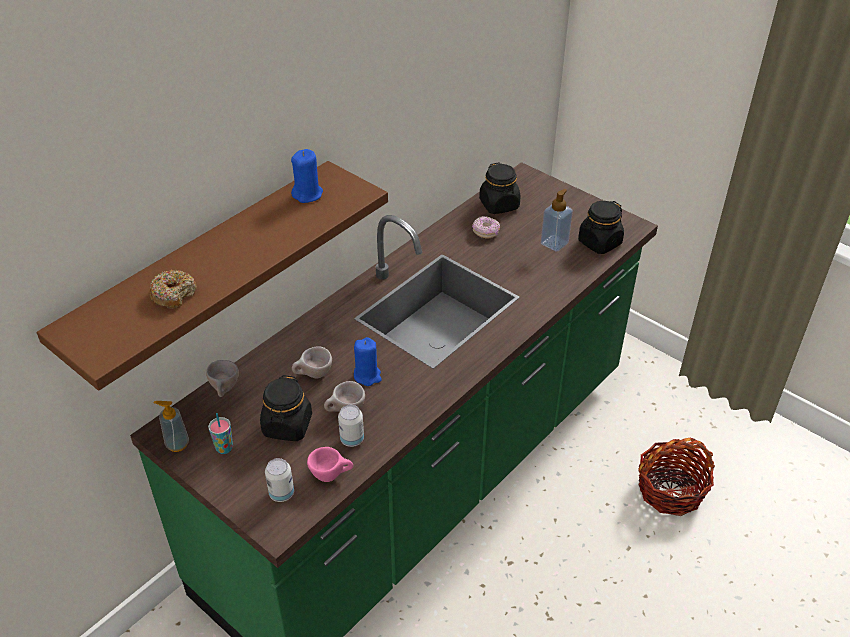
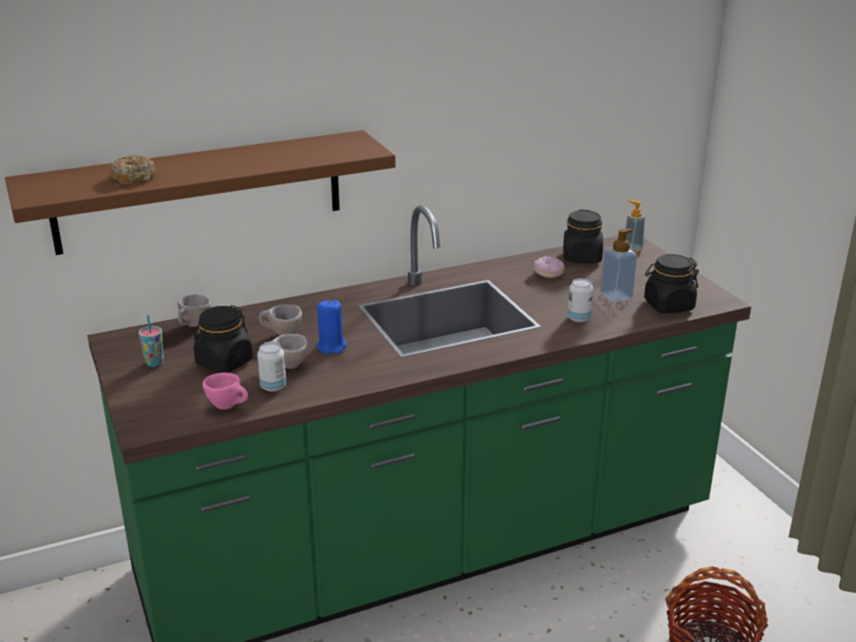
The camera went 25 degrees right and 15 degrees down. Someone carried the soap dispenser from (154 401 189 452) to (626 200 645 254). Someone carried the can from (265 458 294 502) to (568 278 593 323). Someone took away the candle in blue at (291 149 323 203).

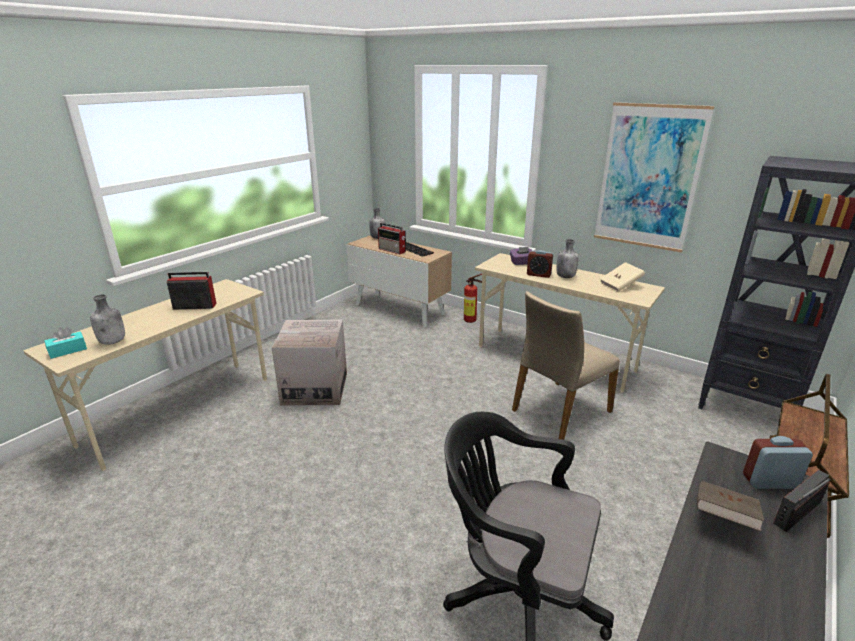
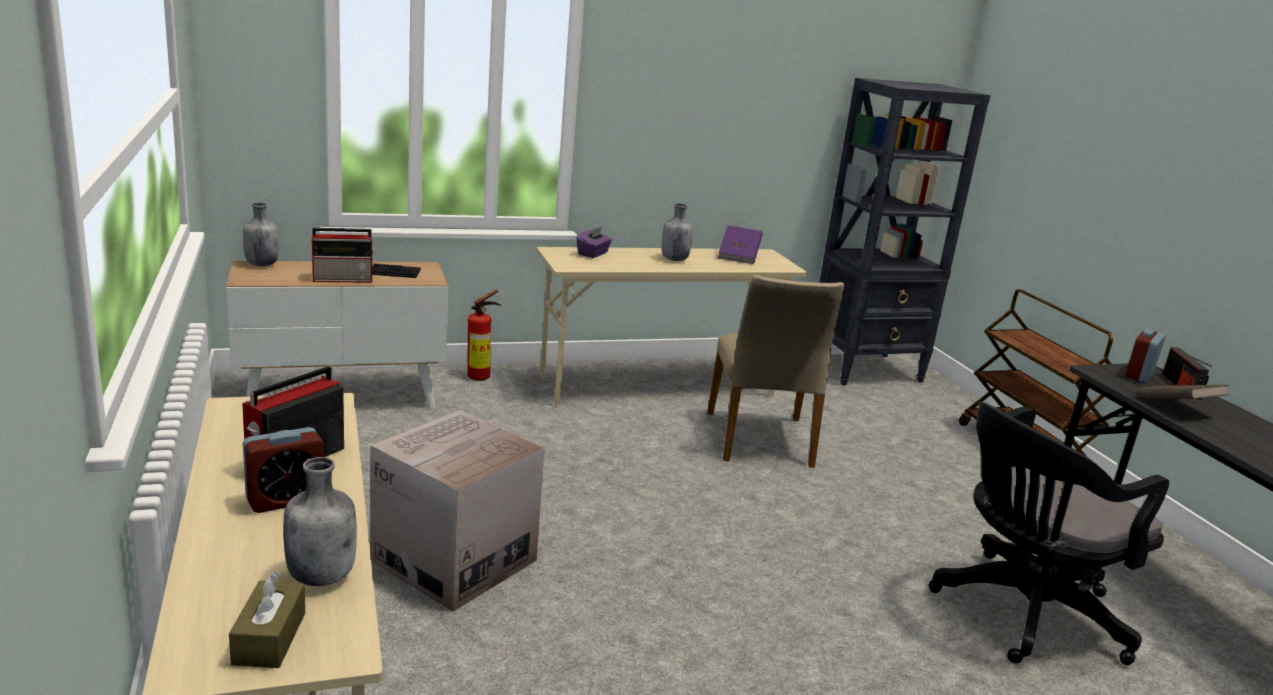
The camera went 55 degrees left and 5 degrees down. Someone repainted the tissue box in turquoise at (44 327 87 359), which became the tissue box in brown at (229 572 305 668). Someone carried the alarm clock from (527 250 554 278) to (243 427 324 513). Someone took away the picture at (594 102 715 252). Someone repainted the book in beige at (600 262 645 292), which became the book in purple at (718 226 763 264).

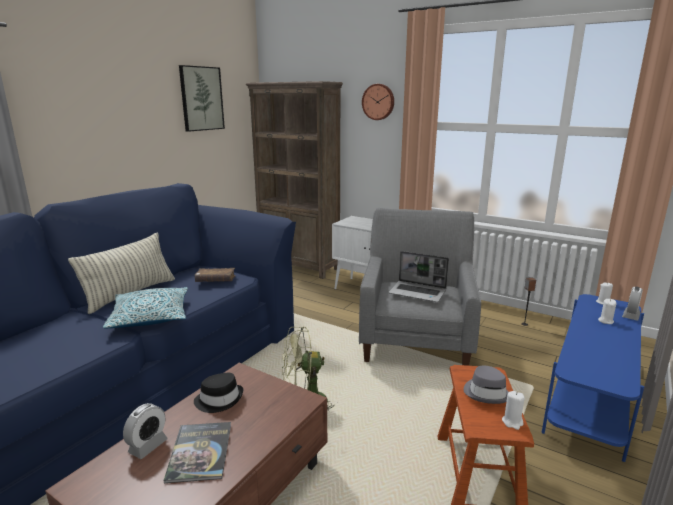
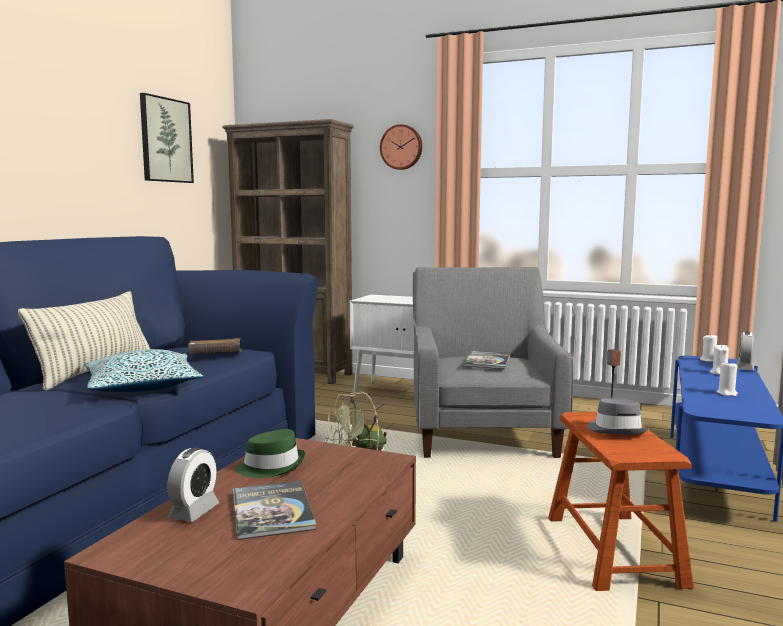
The camera went 10 degrees left and 10 degrees down. Someone repainted the hat in black at (194 373 243 413), which became the hat in green at (235 429 305 478). Someone swapped the laptop at (389 251 449 302) for the book at (463 351 510 369). Someone carried the candle in white from (502 391 525 430) to (717 361 738 396).

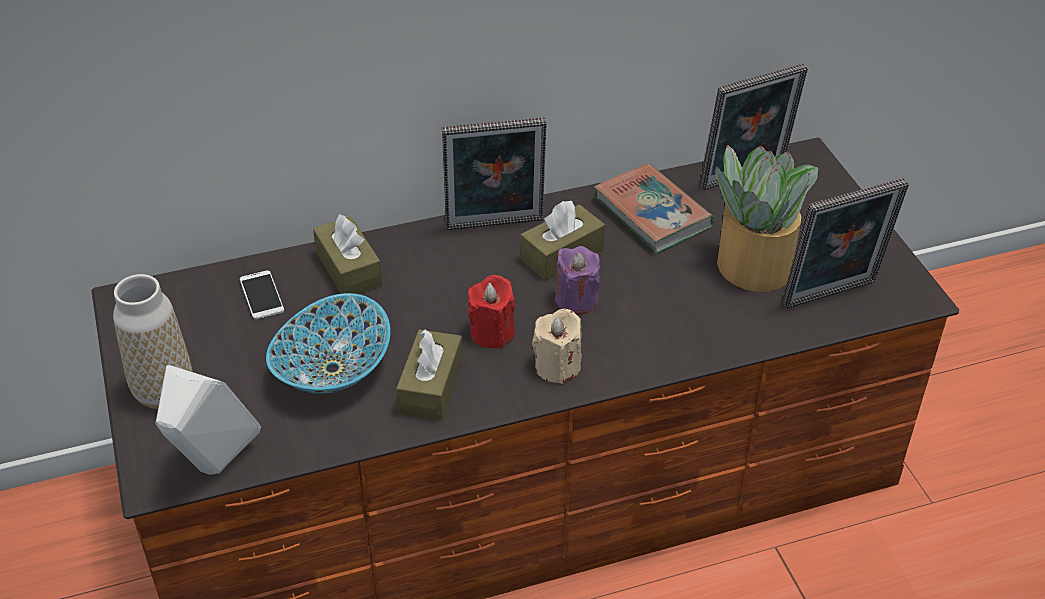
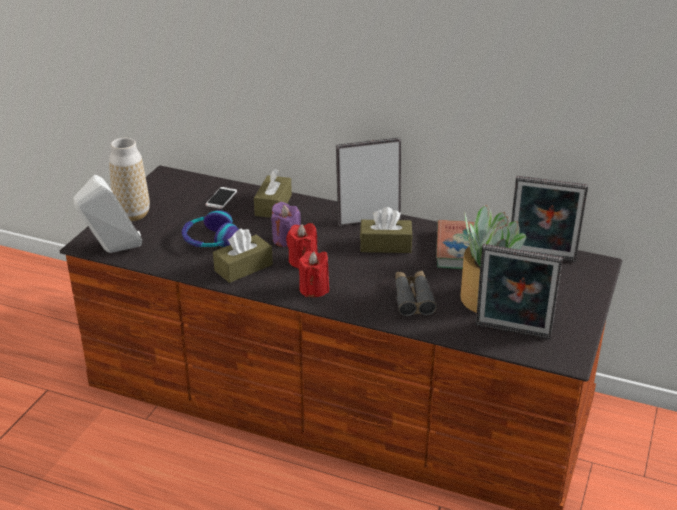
The camera went 40 degrees right and 10 degrees down. Someone swapped the bowl at (266 293 391 394) for the headphones at (182 210 239 247). Someone rotated the picture frame at (442 117 546 230) by 135 degrees clockwise. Someone repainted the candle in beige at (532 309 582 384), which became the candle in red at (298 251 329 297). Someone carried the candle in purple from (555 246 600 315) to (271 202 301 247). Someone put down the binoculars in grey at (395 271 437 316).

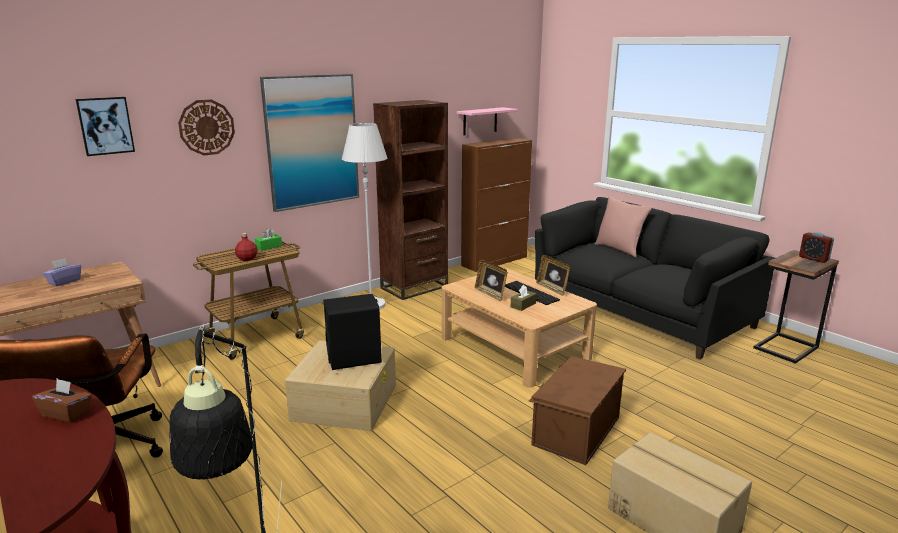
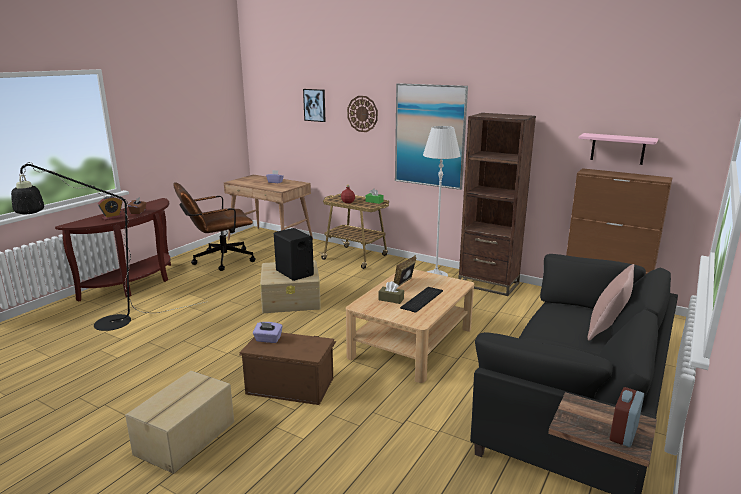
The camera went 70 degrees right and 0 degrees up. Someone took away the picture frame at (536 255 570 296). Someone put down the alarm clock at (98 196 123 220). Someone put down the tissue box in purple at (253 322 283 343).

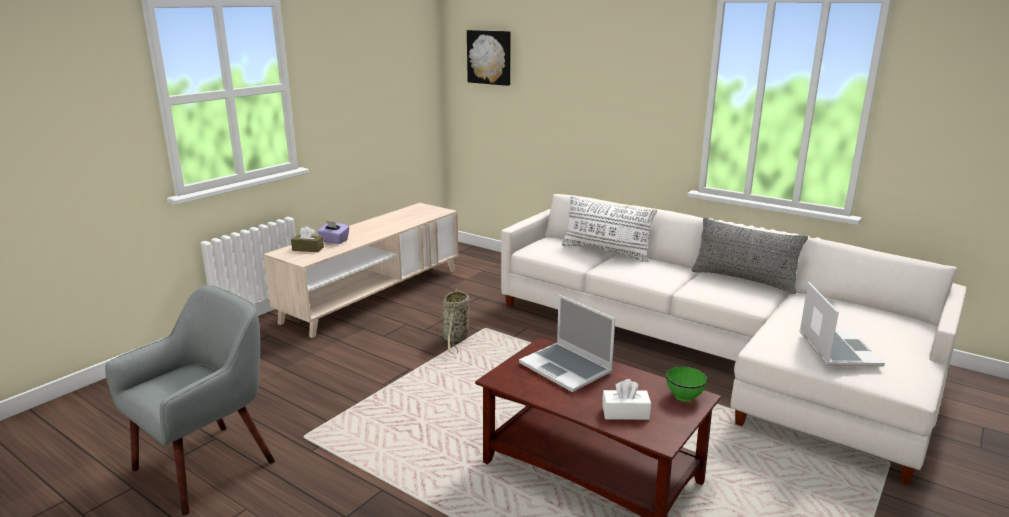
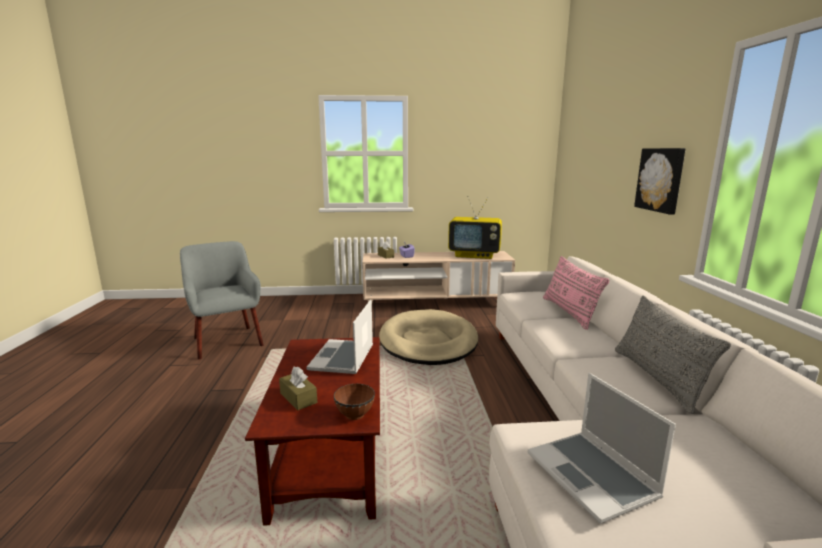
The camera went 50 degrees right and 5 degrees down. Someone rotated the armchair in grey at (105 285 275 516) by 120 degrees counterclockwise. Someone swapped the basket at (441 289 470 354) for the dog bed in beige at (379 309 478 365). Someone carried the picture from (467 30 511 86) to (634 148 686 214). Someone repainted the pillow in white at (561 196 657 262), which became the pillow in pink at (543 256 610 330). Someone repainted the tissue box in white at (602 379 651 420), which became the tissue box in brown at (279 366 317 411). Someone repainted the bowl in green at (666 366 707 402), which became the bowl in brown at (334 384 375 420). Someone rotated the laptop at (799 282 885 367) by 105 degrees clockwise. Someone put down the television at (448 196 502 259).

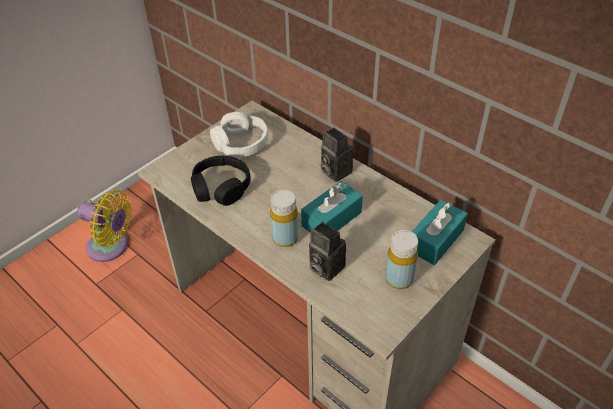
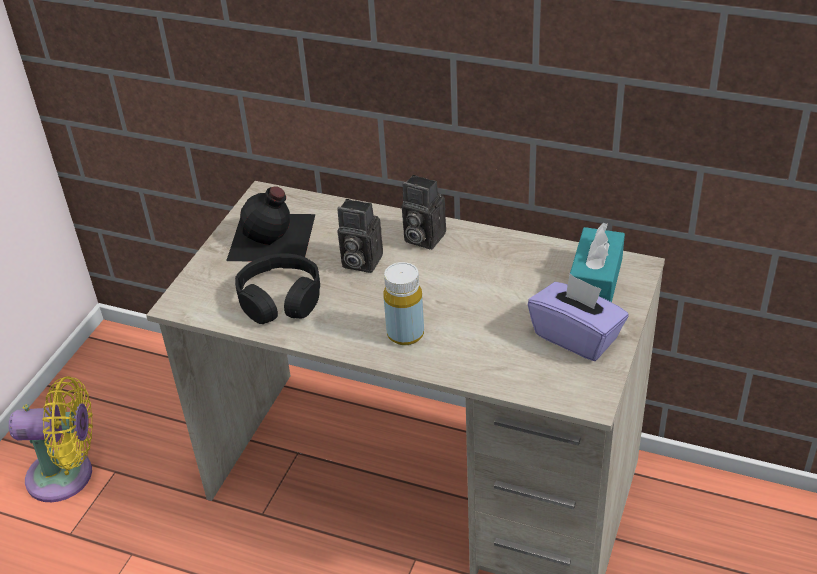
The camera went 20 degrees left and 5 degrees down. Someone swapped the headphones in white at (210 112 268 157) for the bottle in black at (226 186 316 262). Someone took away the tissue box in turquoise at (301 181 363 233). Someone carried the photo camera from (309 222 346 281) to (337 199 383 273). Someone swapped the bottle in yellow at (385 230 418 289) for the tissue box in purple at (528 274 629 361).

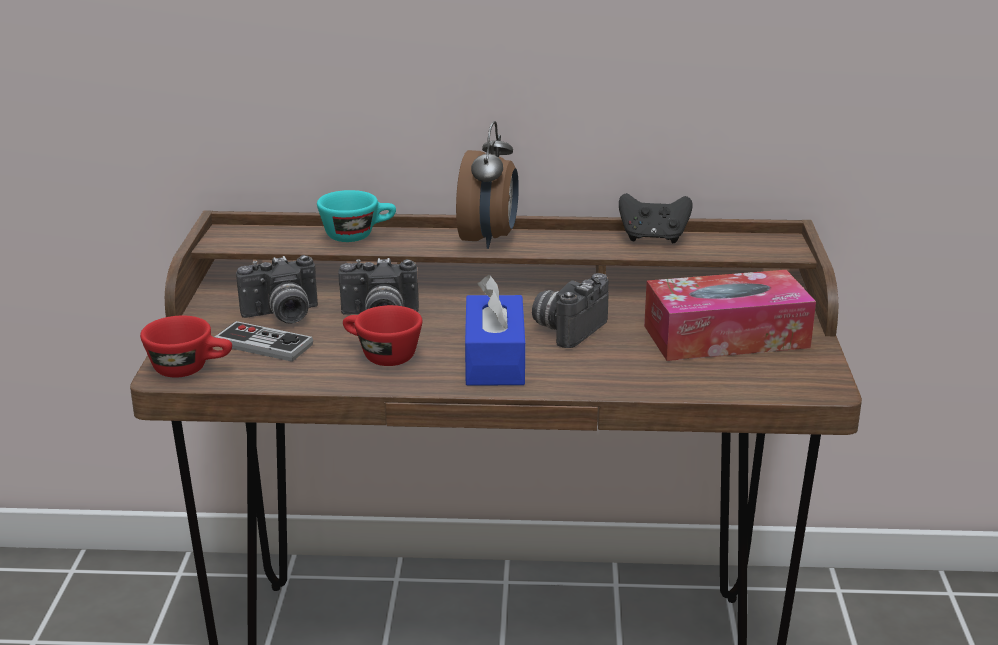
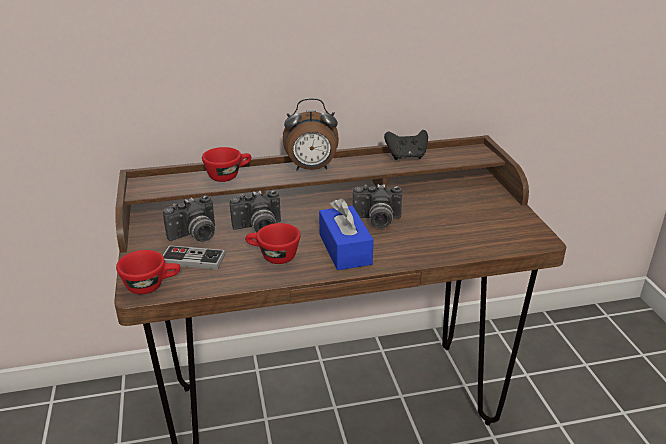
The camera went 15 degrees left and 5 degrees up. Someone repainted the cup in turquoise at (317 190 396 242), which became the cup in red at (202 147 251 182). Someone rotated the alarm clock at (456 121 519 249) by 90 degrees clockwise. Someone rotated the photo camera at (532 273 609 348) by 105 degrees counterclockwise. Someone took away the tissue box at (644 270 816 361).

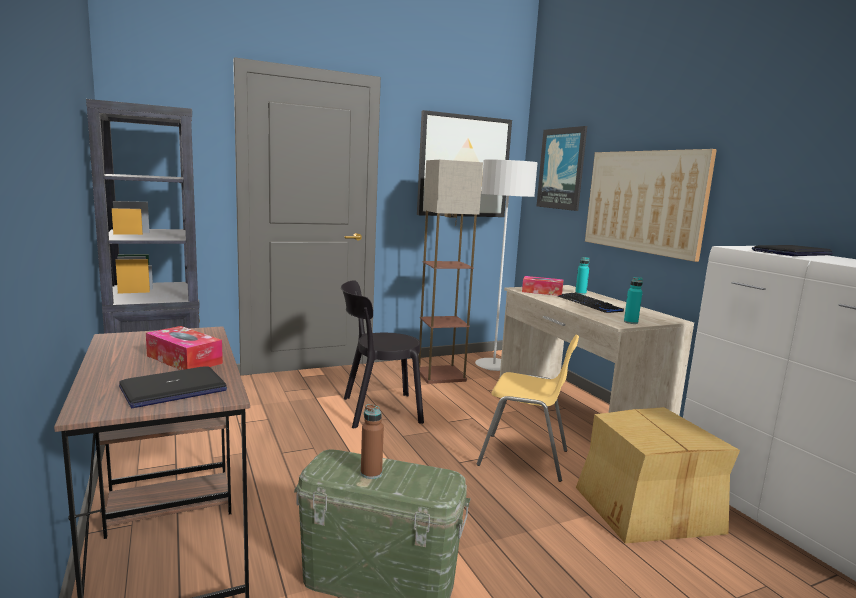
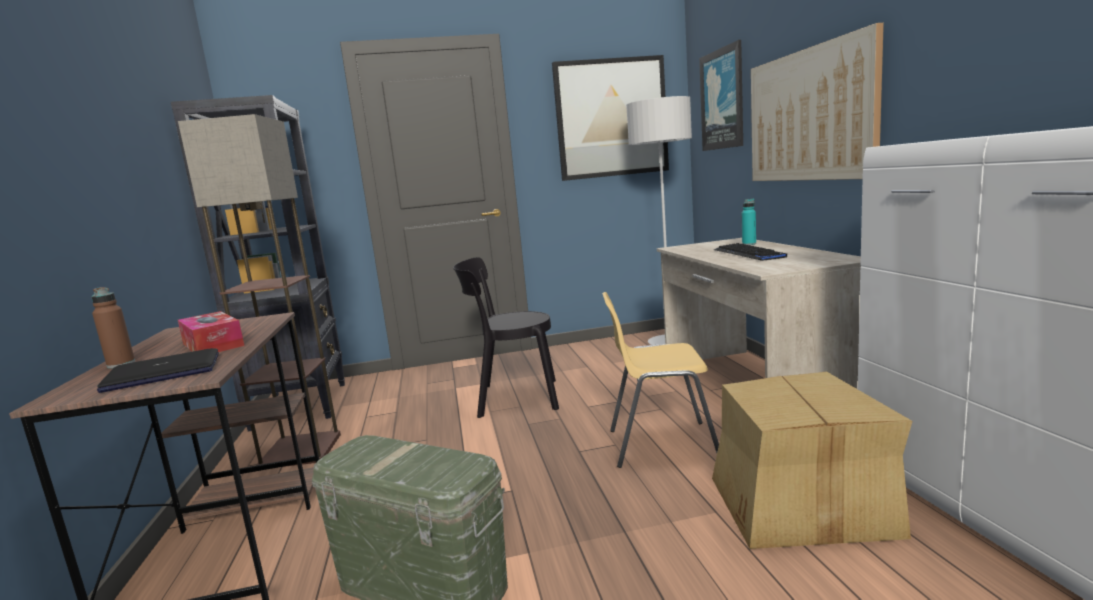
The camera went 15 degrees right and 0 degrees up. Someone carried the bottle in brown from (361 404 384 479) to (91 287 135 368). Someone carried the floor lamp from (419 160 483 384) to (178 114 341 467). Someone rotated the chair in yellow at (477 335 579 482) by 150 degrees clockwise. Someone took away the tissue box at (522 276 564 296). Someone took away the bottle in turquoise at (624 277 643 324). Someone took away the laptop at (752 245 833 256).

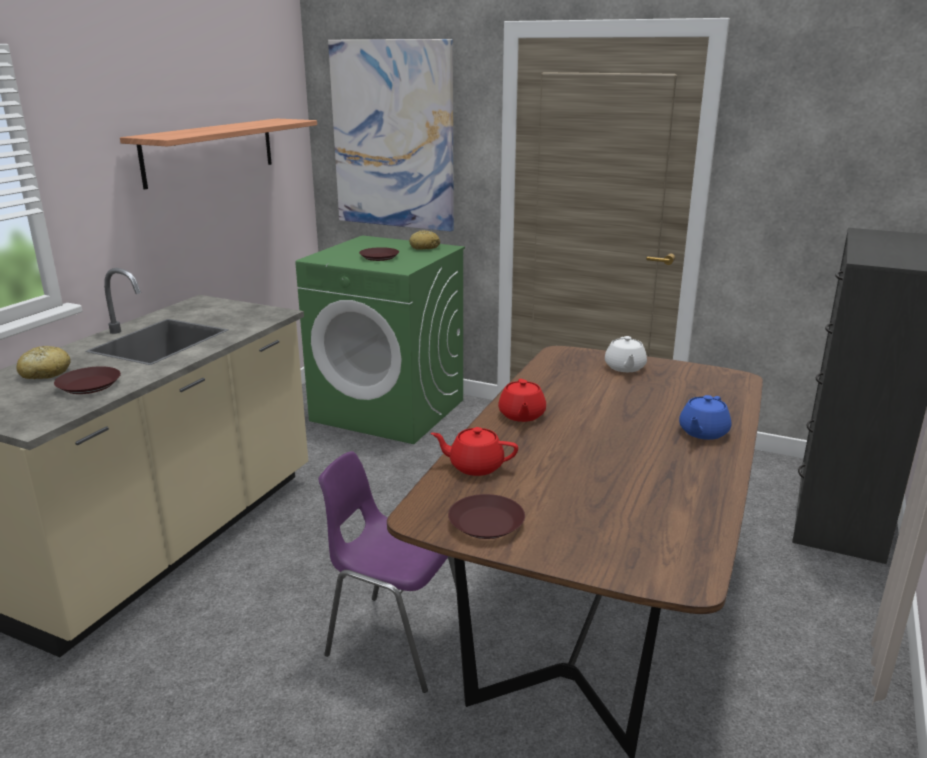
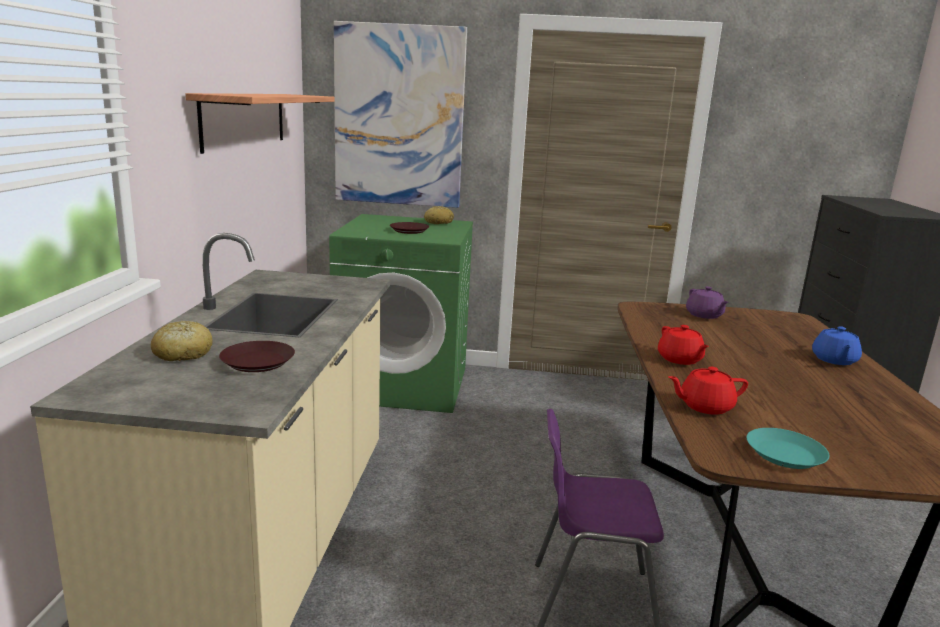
The camera went 20 degrees left and 5 degrees down. Someone repainted the plate in brown at (448 494 525 539), which became the plate in turquoise at (746 428 829 469). Someone repainted the teapot in white at (605 336 647 372), which became the teapot in purple at (686 286 729 319).

